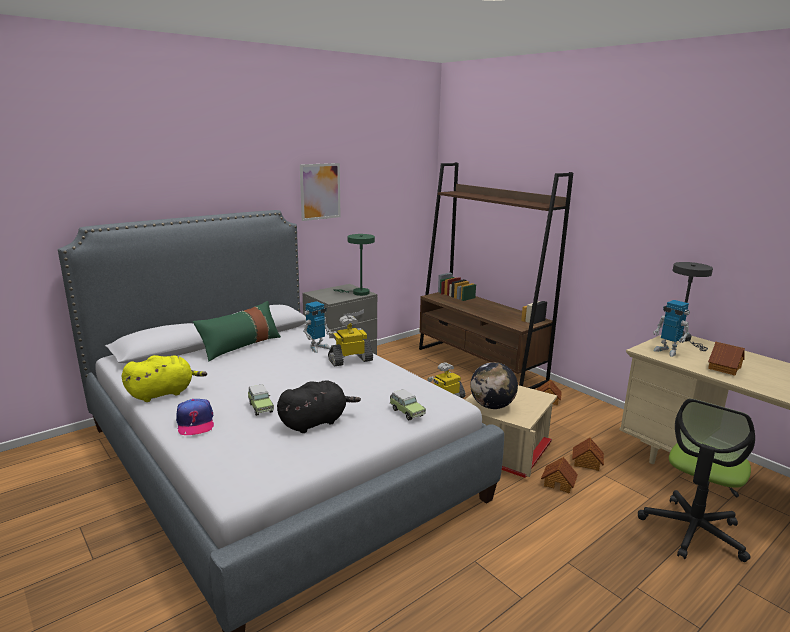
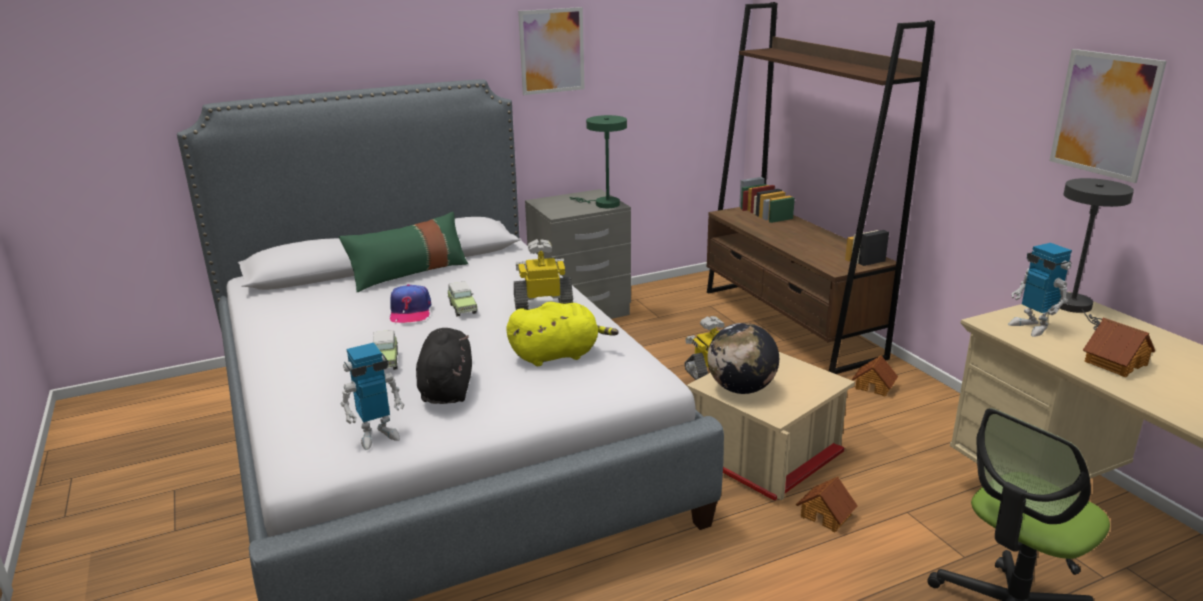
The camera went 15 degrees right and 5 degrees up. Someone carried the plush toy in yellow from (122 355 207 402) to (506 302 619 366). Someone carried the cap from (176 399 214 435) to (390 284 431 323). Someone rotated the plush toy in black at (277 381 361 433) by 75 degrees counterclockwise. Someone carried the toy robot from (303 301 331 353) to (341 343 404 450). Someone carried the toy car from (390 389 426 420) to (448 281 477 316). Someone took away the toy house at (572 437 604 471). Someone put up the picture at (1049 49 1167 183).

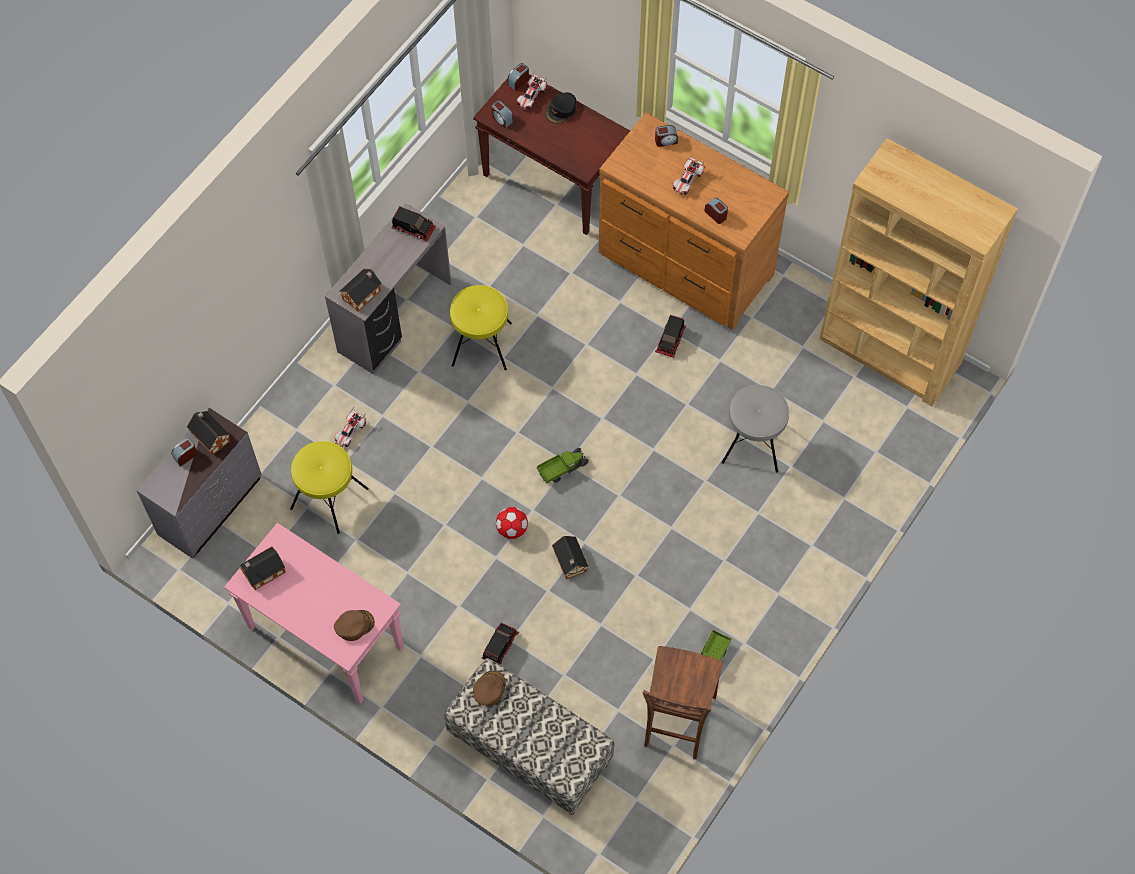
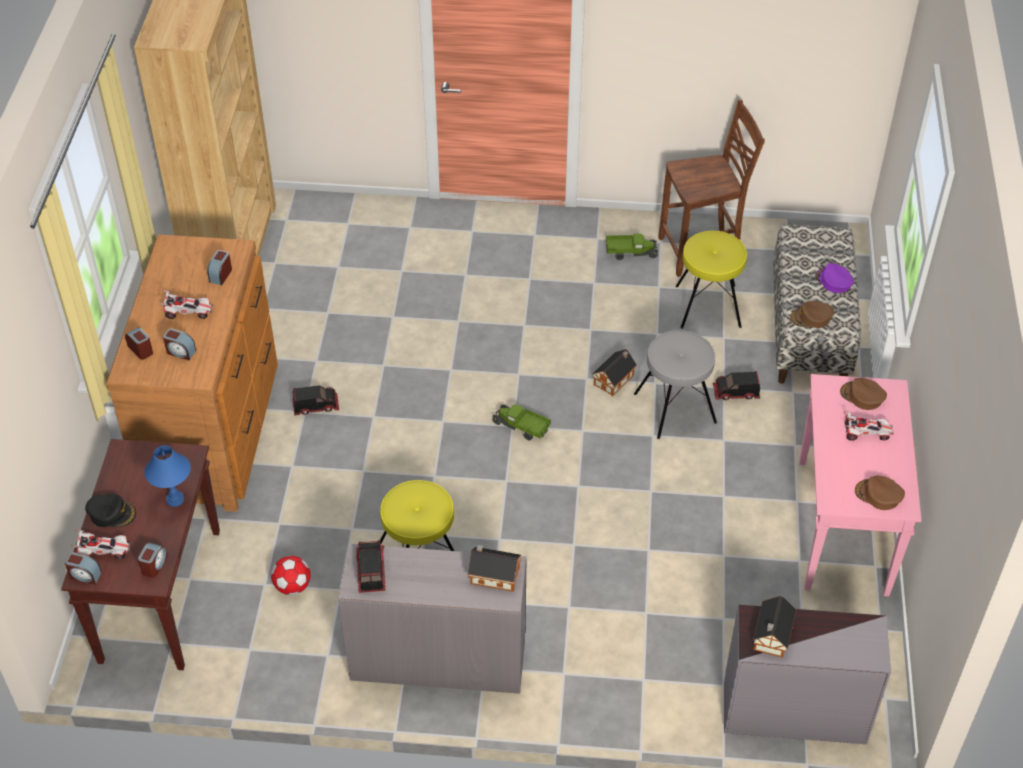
The camera went 120 degrees left and 15 degrees down. Someone carried the alarm clock from (171 438 198 467) to (163 328 196 360). Someone swapped the toy house at (239 546 286 590) for the cap in brown at (855 476 905 510). Someone carried the stool in yellow from (290 441 369 534) to (675 231 747 329). Someone carried the toy car from (334 407 366 448) to (843 411 894 441). Someone carried the football from (496 507 528 539) to (271 556 311 595). Someone carried the stool in grey from (722 385 789 473) to (634 330 717 439). Someone put down the table lamp in blue at (144 445 191 507). Someone put down the cap in purple at (815 263 854 293).

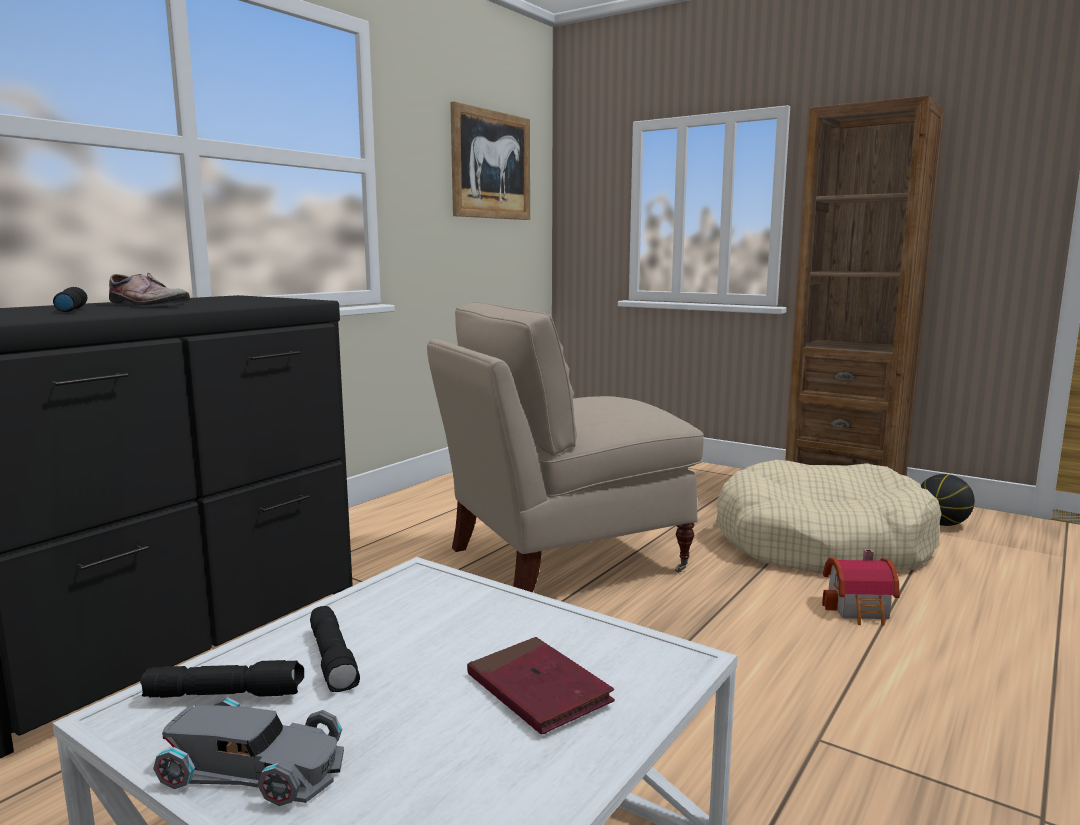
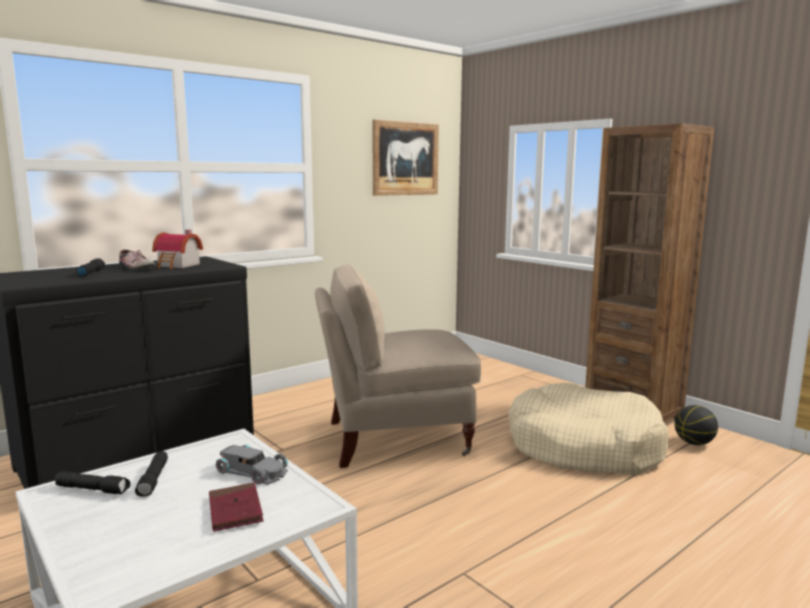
The camera went 15 degrees right and 0 degrees up. Someone carried the toy car in grey from (153 697 344 806) to (216 445 288 485). Someone carried the toy house from (822 549 900 626) to (152 230 203 269).

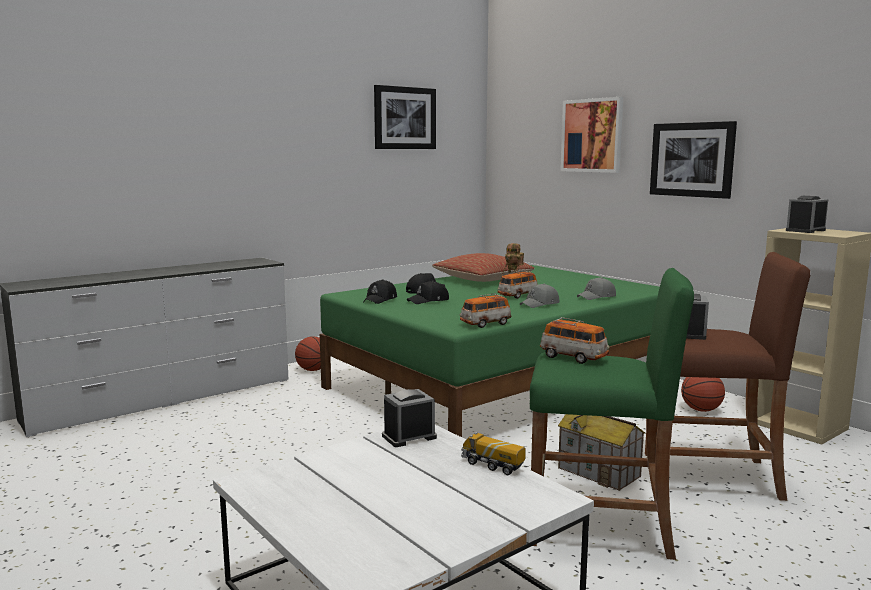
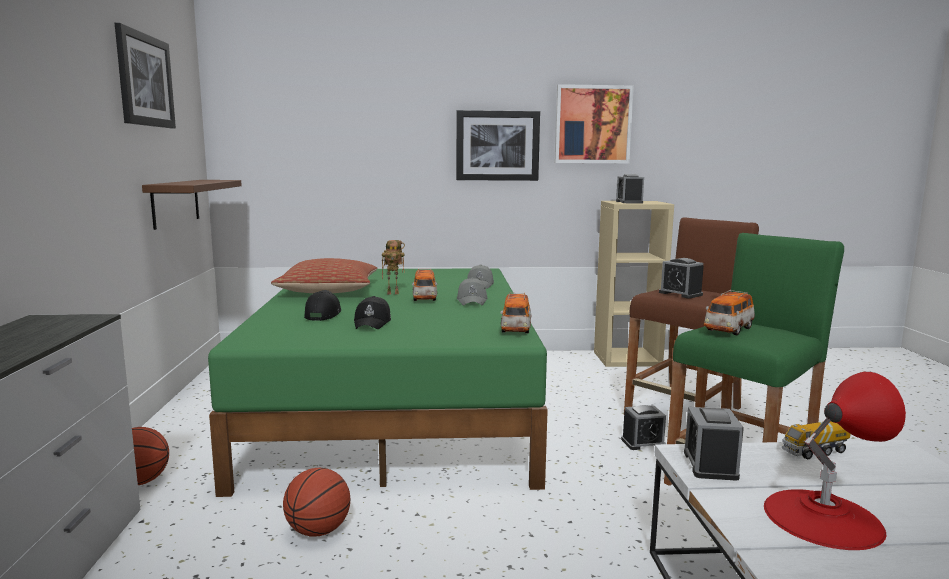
The camera went 55 degrees left and 0 degrees up. Someone took away the cap in black at (364 279 397 304). Someone rotated the toy car at (540 317 609 364) by 150 degrees clockwise. Someone swapped the toy house at (558 414 645 491) for the alarm clock at (621 405 666 450). Someone carried the picture from (560 97 623 173) to (555 84 634 163). Someone carried the basketball from (681 377 725 412) to (283 468 350 536). Someone put up the shelf in brown at (142 180 242 230). Someone put down the table lamp in red at (764 372 906 550).

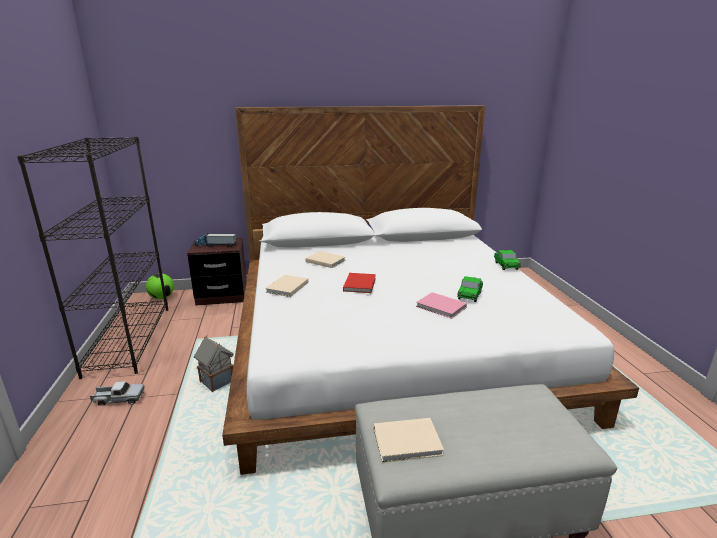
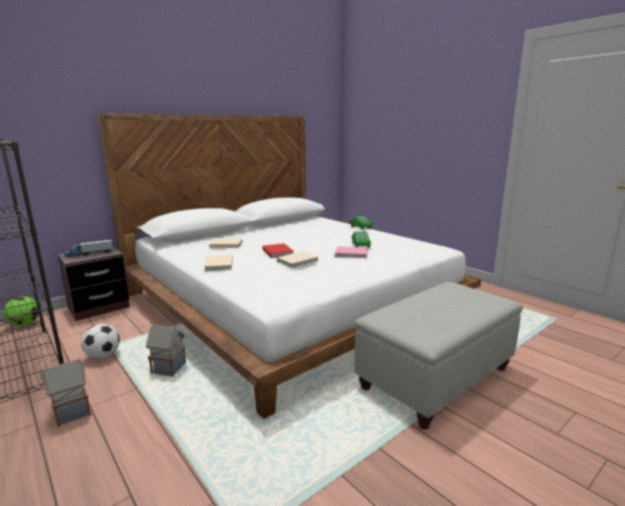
The camera went 30 degrees left and 5 degrees down. Someone swapped the toy truck at (90 381 145 406) for the toy house at (40 358 91 427). Someone carried the book in beige from (374 418 444 463) to (277 251 319 268). Someone put down the football at (81 324 120 359).

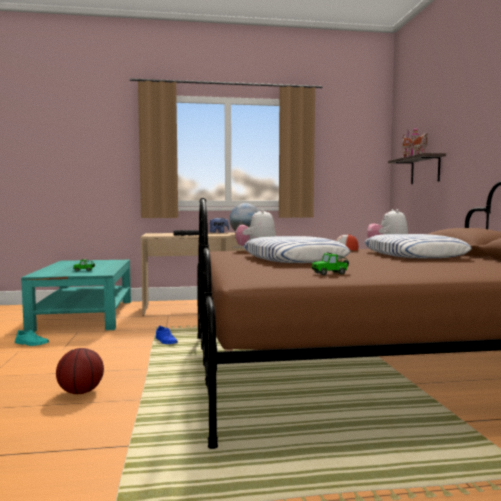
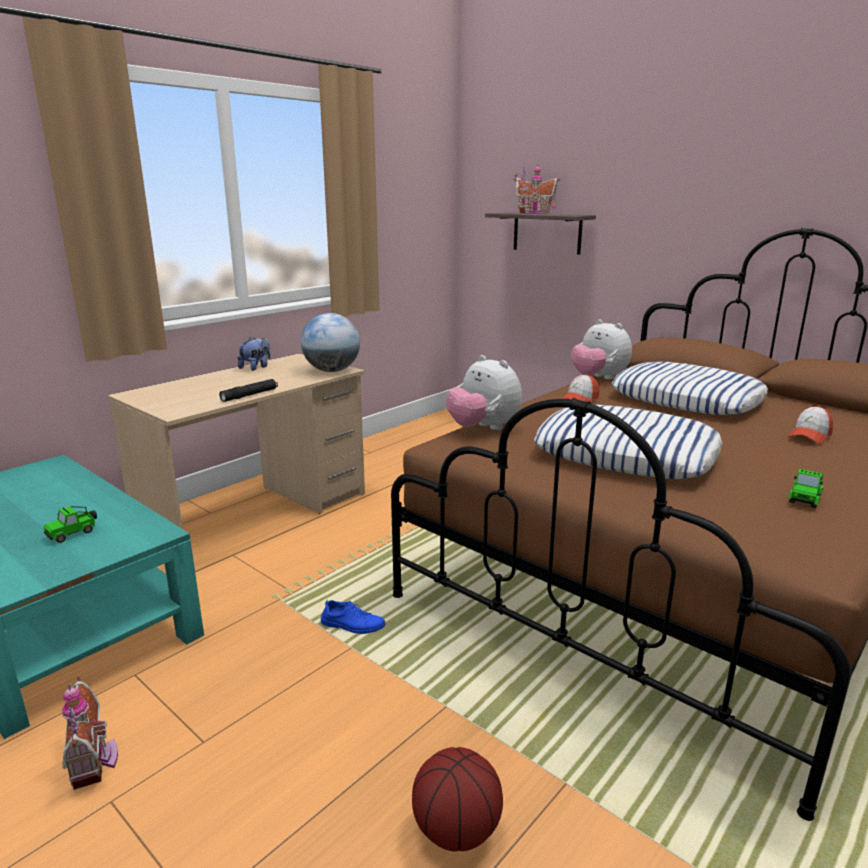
The camera went 40 degrees left and 15 degrees up. Someone swapped the shoe in turquoise at (15 330 49 346) for the toy house at (62 677 118 790). Someone put down the cap at (788 406 833 445).

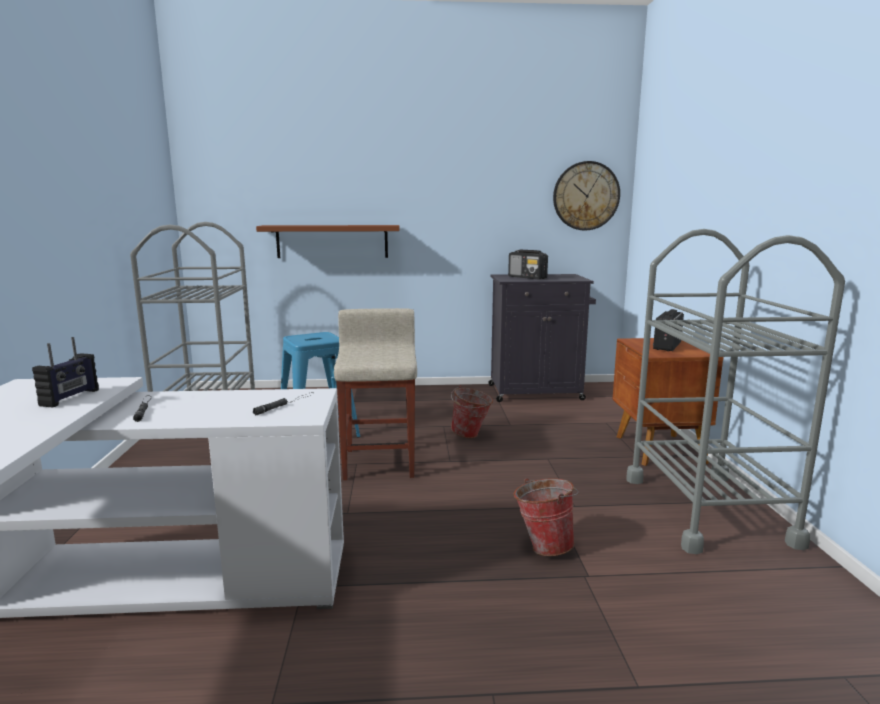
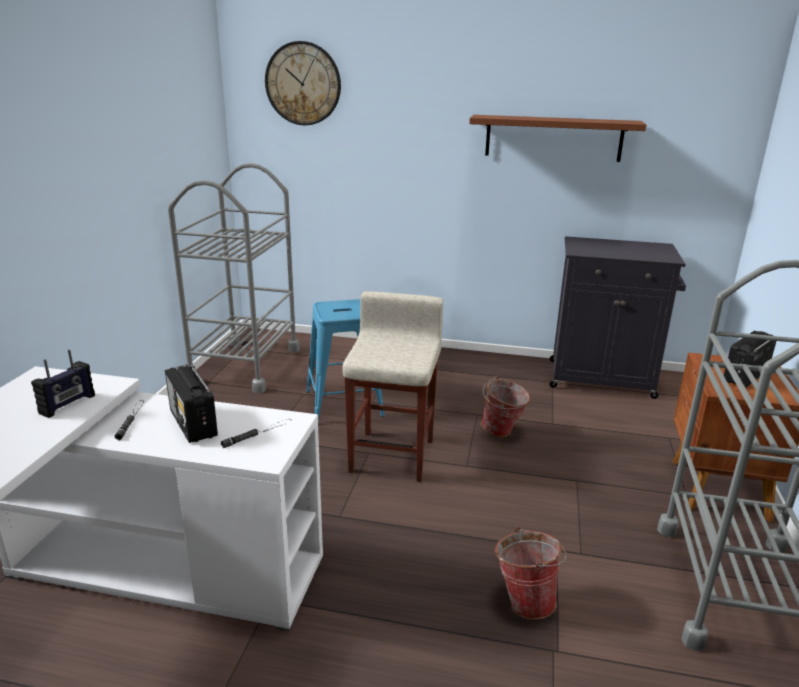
The camera went 15 degrees right and 10 degrees up. Someone carried the shelf in brown from (256 225 400 258) to (469 115 646 162). Someone carried the radio from (508 249 548 280) to (165 365 218 443). Someone carried the wall clock from (553 161 620 231) to (265 41 341 125).

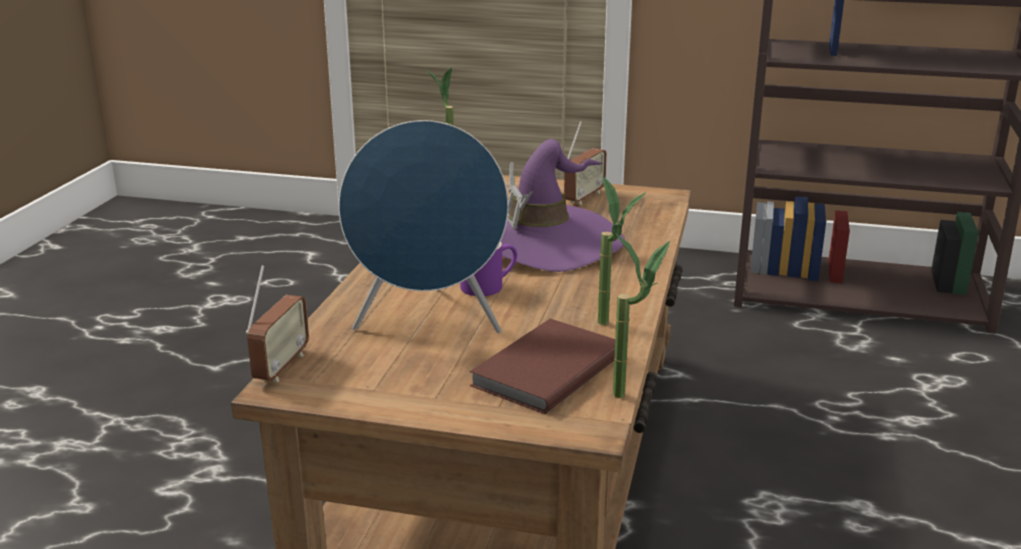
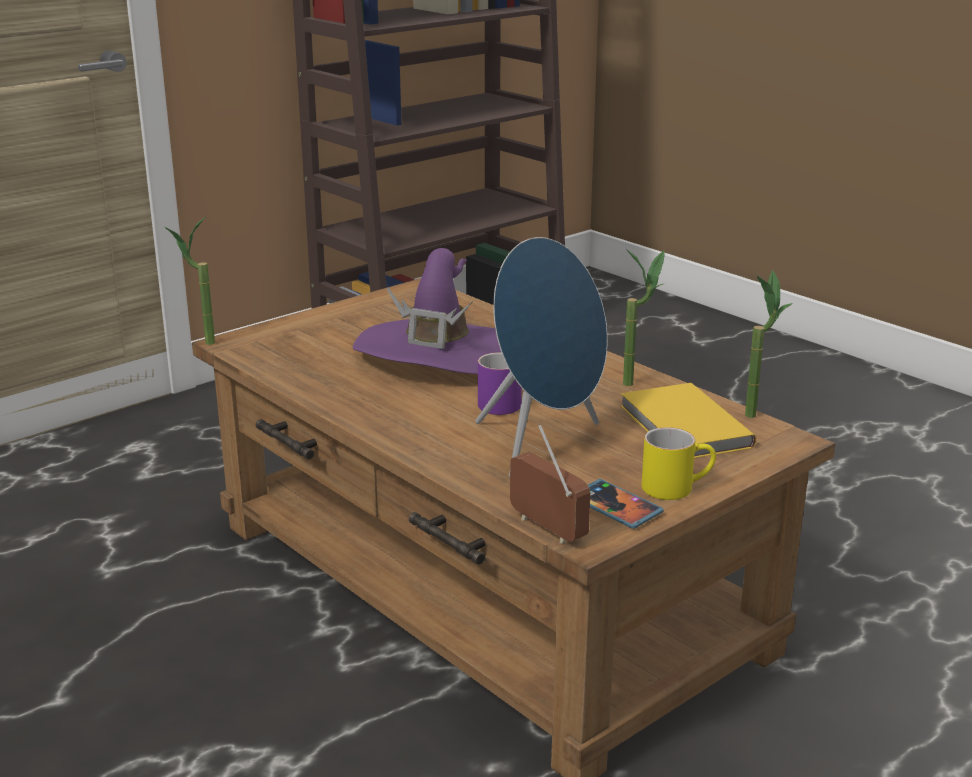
The camera went 55 degrees left and 0 degrees up. Someone repainted the book in brown at (470 319 615 414), which became the book in yellow at (620 383 756 458). Someone took away the radio at (564 121 607 205). Someone put down the phone at (588 479 664 529). Someone put down the mug in yellow at (642 427 716 500).

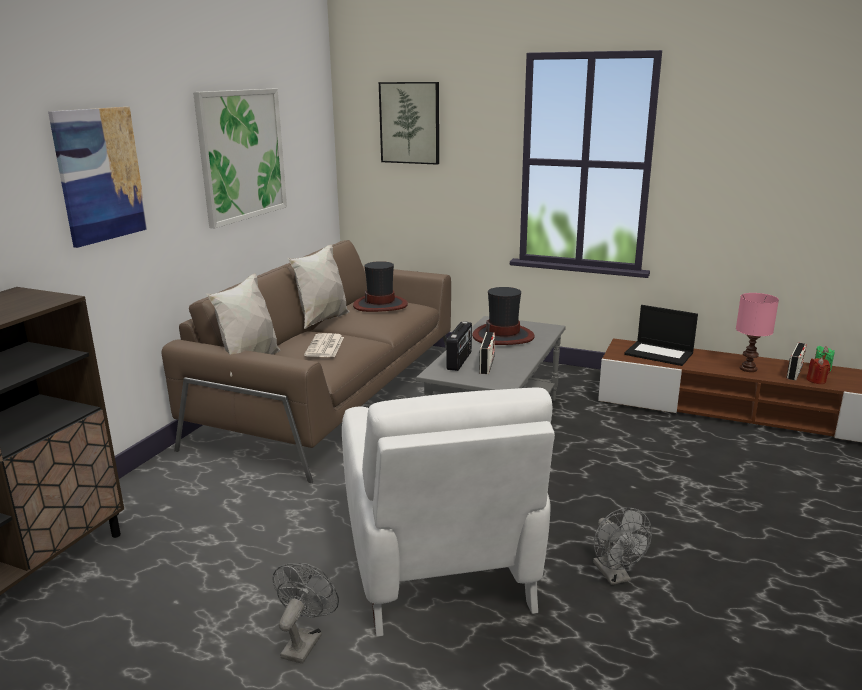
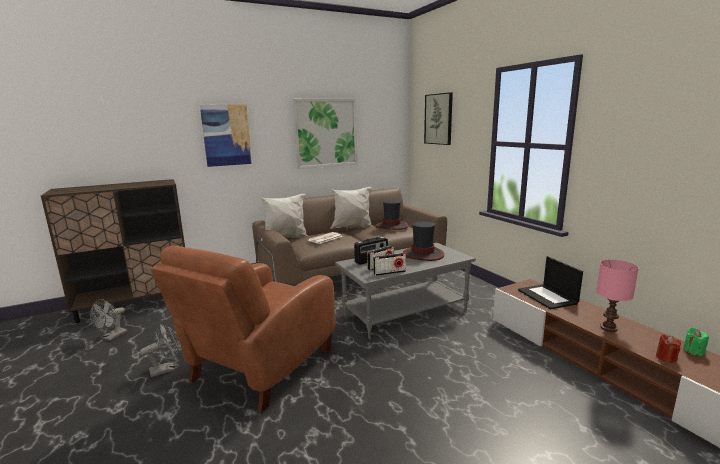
The camera went 40 degrees right and 5 degrees down. Someone repainted the armchair in white at (342 388 555 637), which became the armchair in brown at (151 246 335 413). Someone carried the fan in grey from (593 507 652 585) to (90 299 127 341). Someone carried the radio from (786 343 807 380) to (373 253 406 276).

